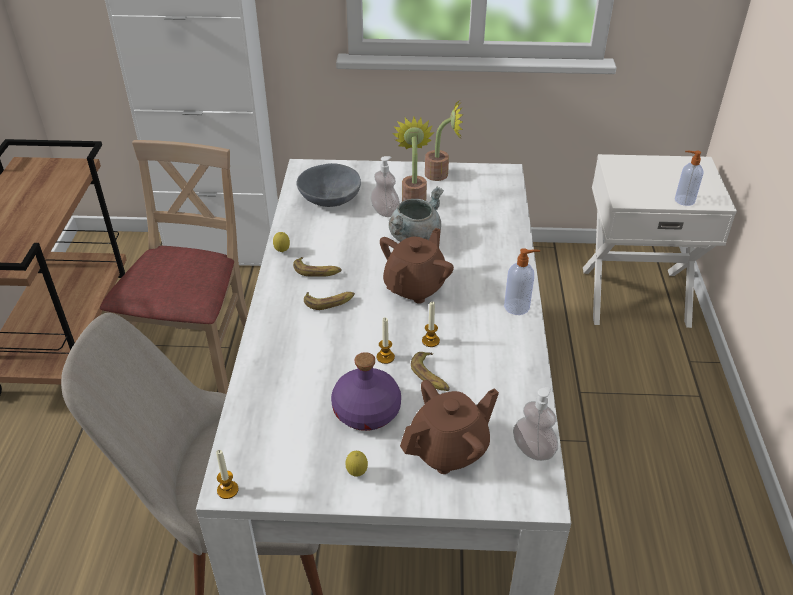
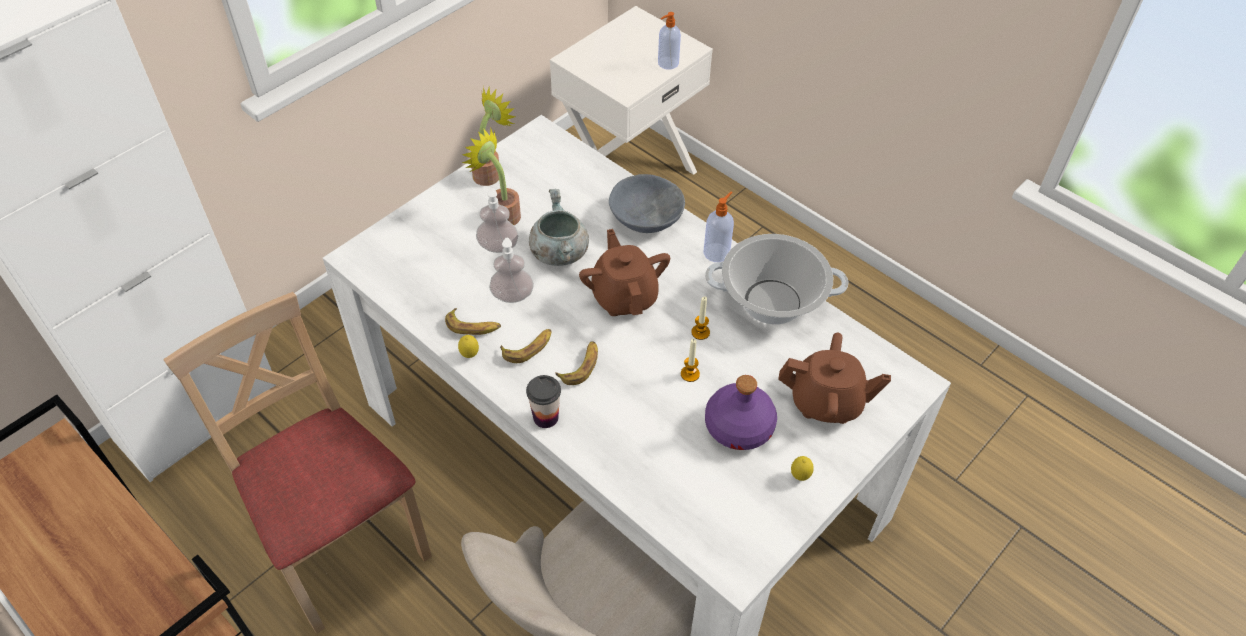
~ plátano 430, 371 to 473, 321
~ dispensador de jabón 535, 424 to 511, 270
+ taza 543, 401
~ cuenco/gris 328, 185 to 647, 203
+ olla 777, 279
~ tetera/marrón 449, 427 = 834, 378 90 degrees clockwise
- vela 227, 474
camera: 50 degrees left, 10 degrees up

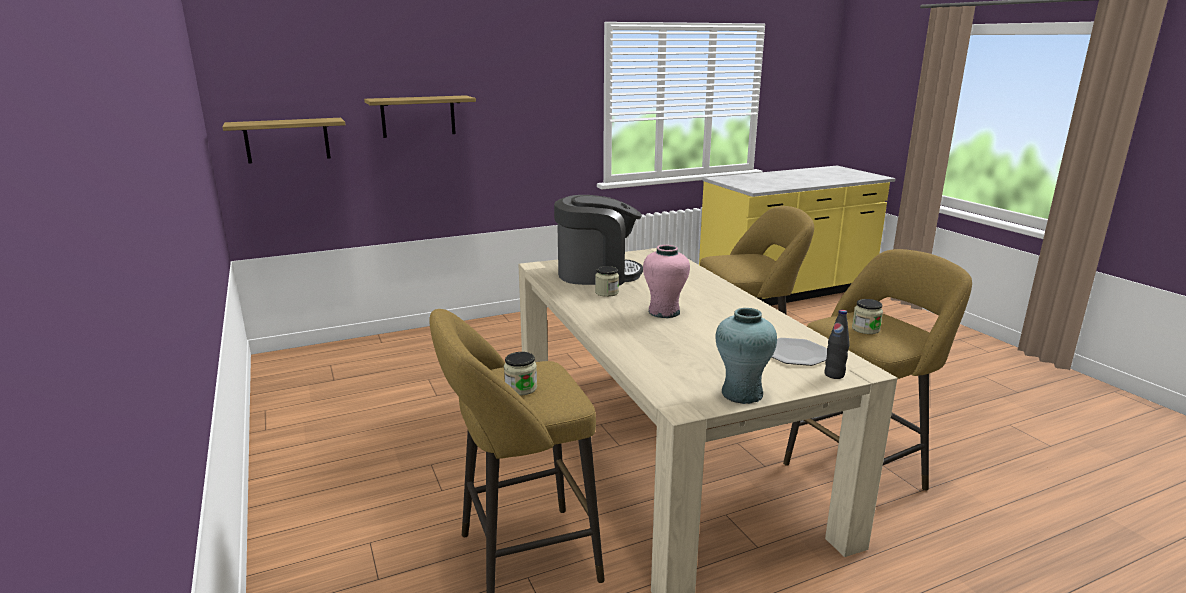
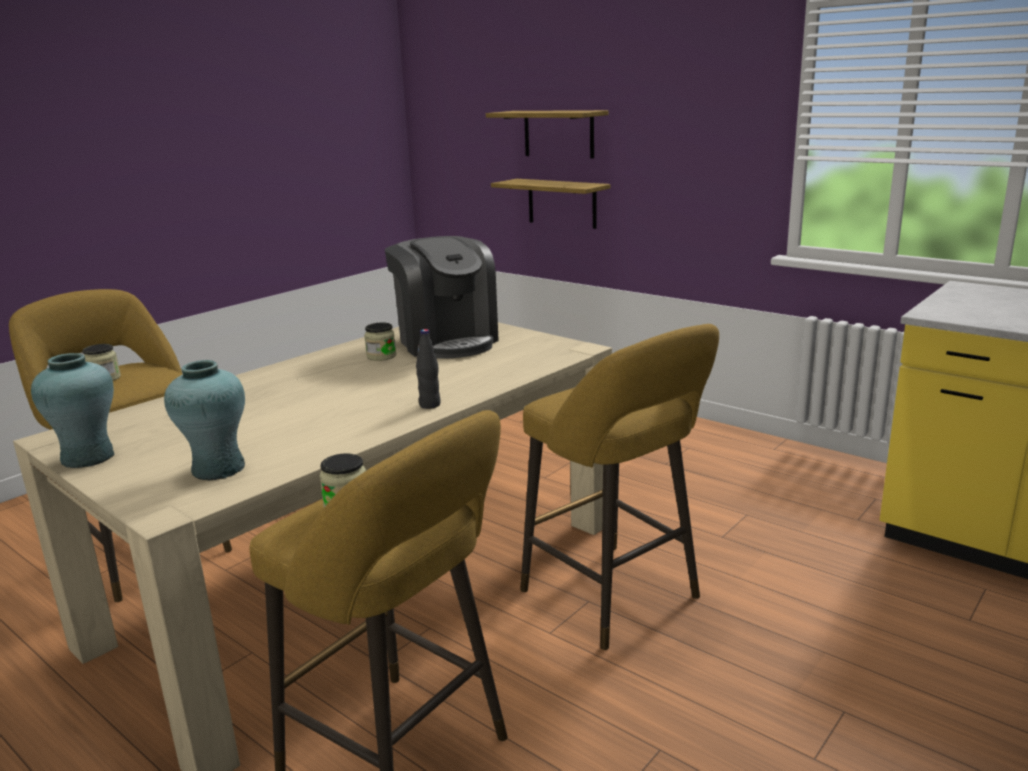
~ plato 799, 352 to florero/turquesa 204, 420
~ botella/negro 837, 344 to 428, 369
~ estante 284, 141 to 551, 204
- florero/rosa 666, 281
camera: 65 degrees right, 0 degrees up

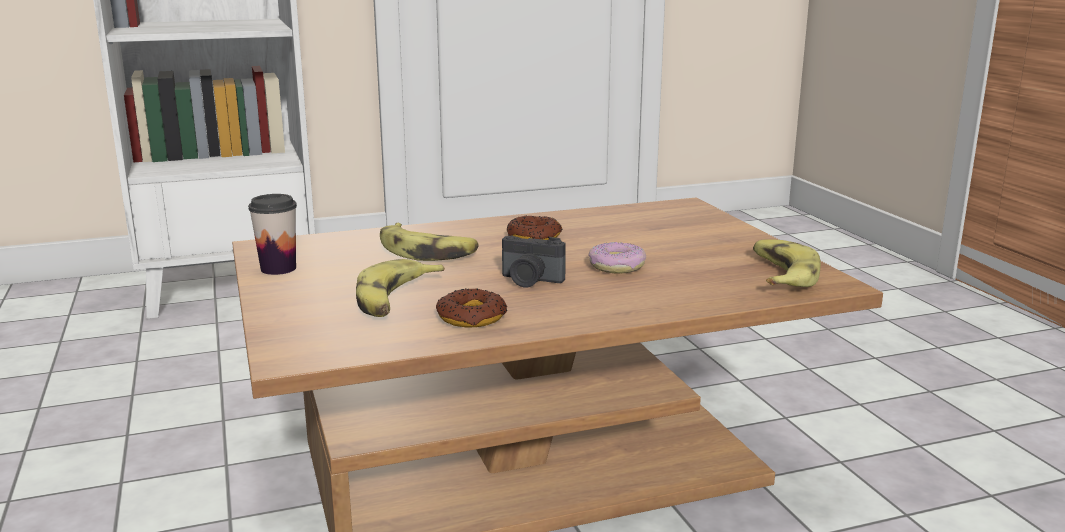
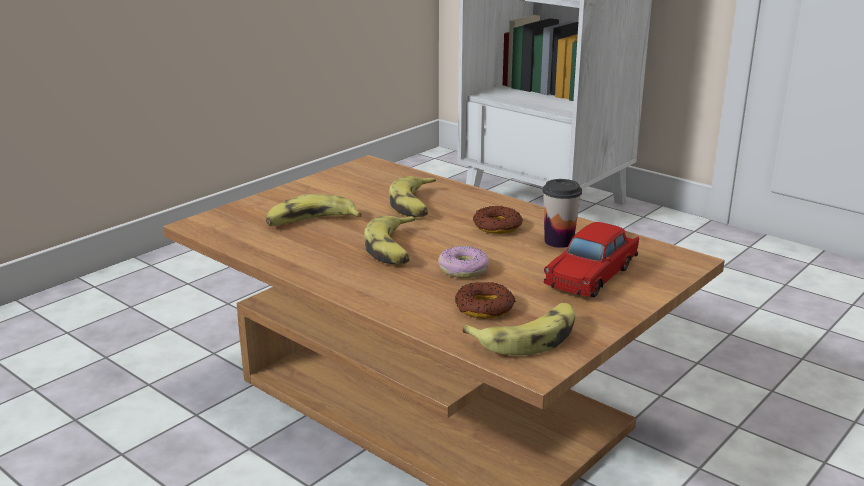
~ cámara 534, 261 to plátano 389, 240
~ rosquilla 471, 308 to 485, 300
~ taza 272, 234 to 562, 213
+ coche de juguete/rojo 591, 259
camera: 60 degrees right, 5 degrees up

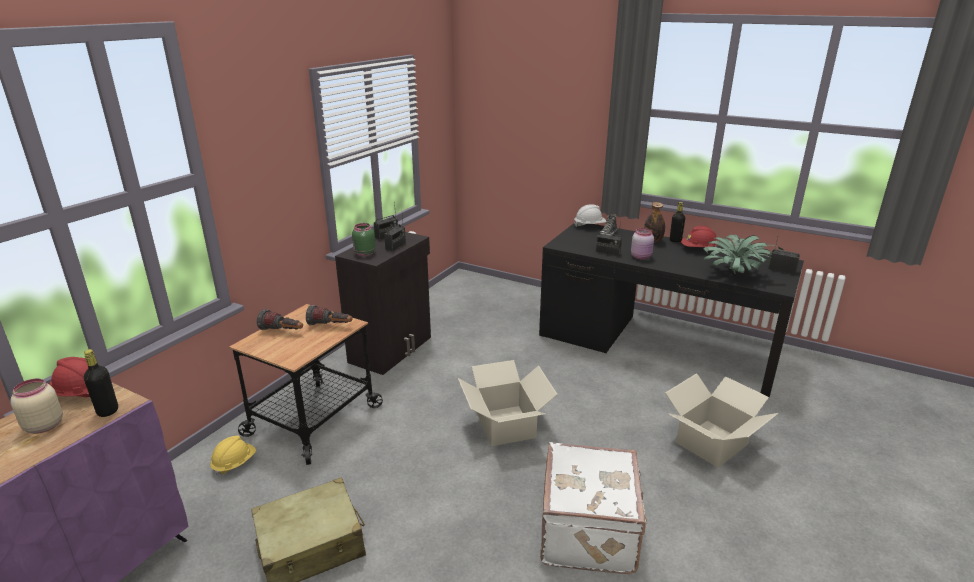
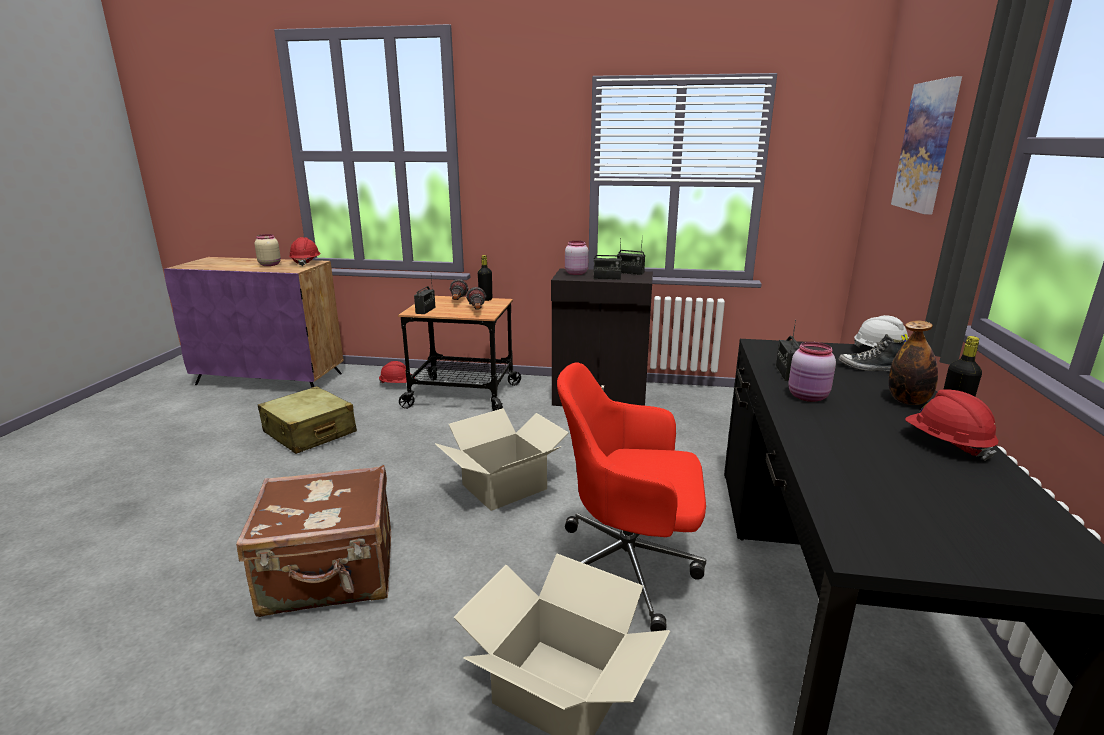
~ maleta/blanco 593, 508 to maleta/marrón 313, 541
~ casco/amarillo 233, 456 to casco/rojo 397, 372
~ radio 784, 253 to 424, 295
~ botella/negro 101, 383 to 485, 278
+ silla de oficina/rojo 631, 497
~ tarro/verde 364, 239 to tarro/rosa 577, 258
+ cuadro 926, 145
- planta en maceta 744, 254
camera: 70 degrees right, 5 degrees down

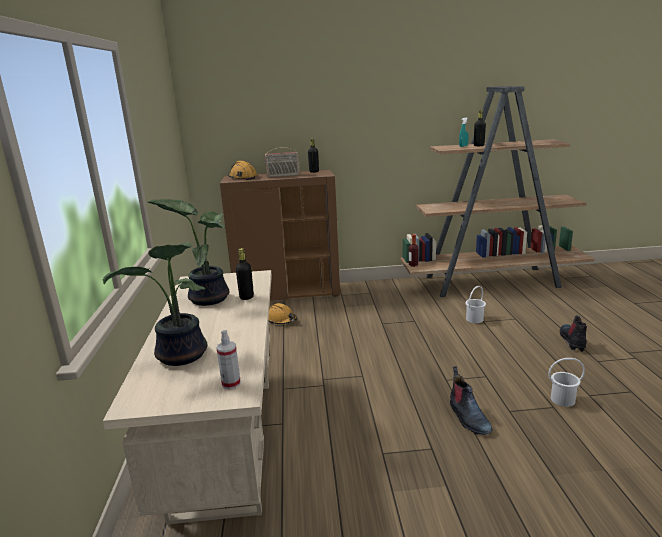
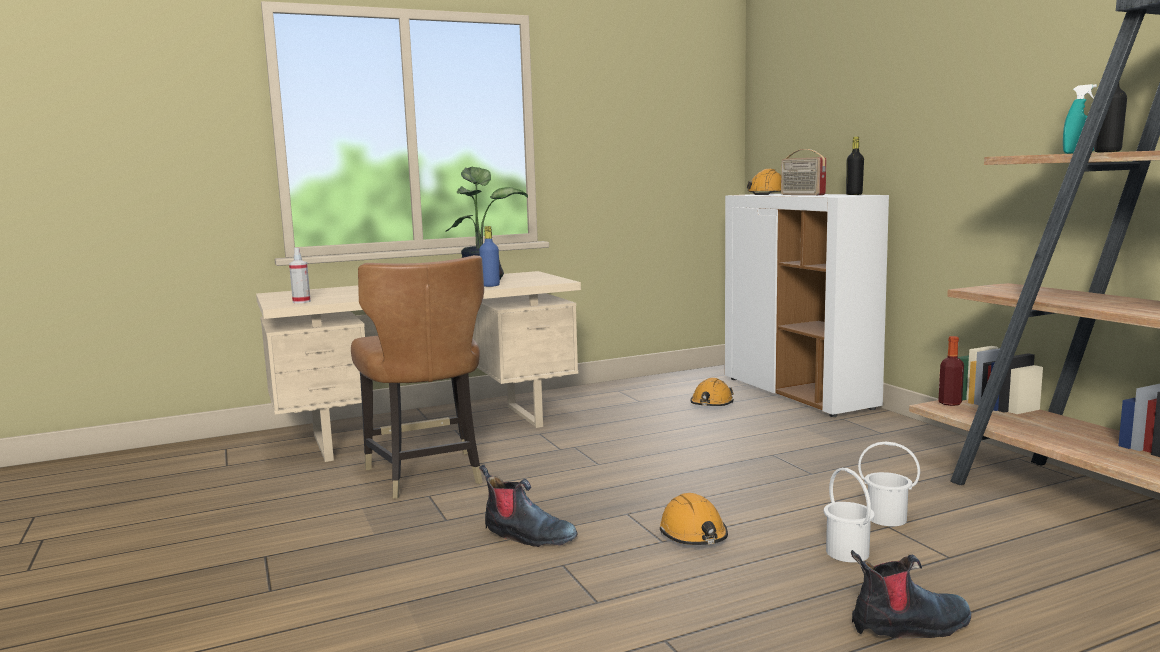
+ silla/marrón 417, 377
~ botella/negro 245, 274 to botella/azul 489, 256
~ bota 471, 400 = 528, 506 120 degrees counterclockwise
+ casco/naranja 694, 519
~ armario/marrón 280, 235 to armario/blanco 807, 305
~ cubo/blanco 566, 382 to 849, 515
- planta en maceta 155, 303
camera: 70 degrees right, 10 degrees down

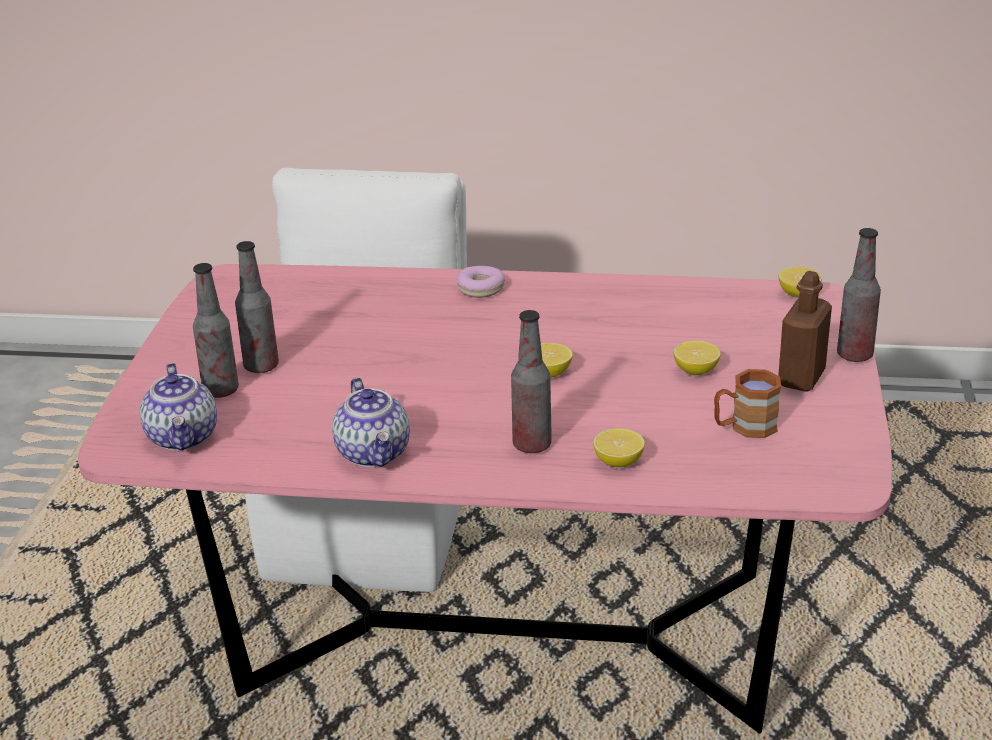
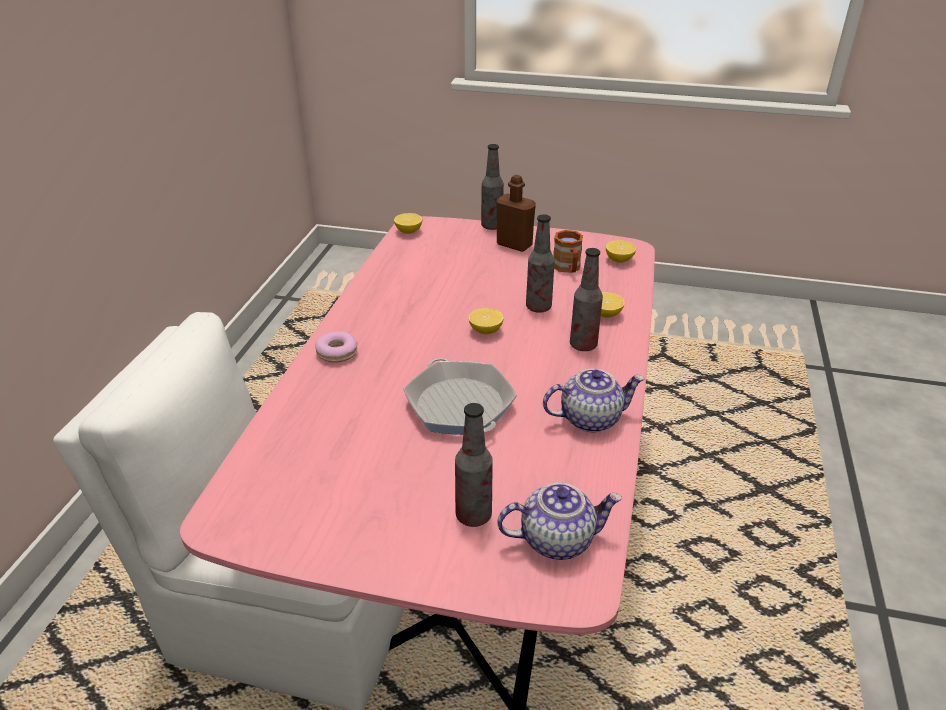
+ sartén 460, 396
~ botella 257, 307 to 540, 263
~ limón 697, 358 to 621, 251
camera: 85 degrees left, 5 degrees up

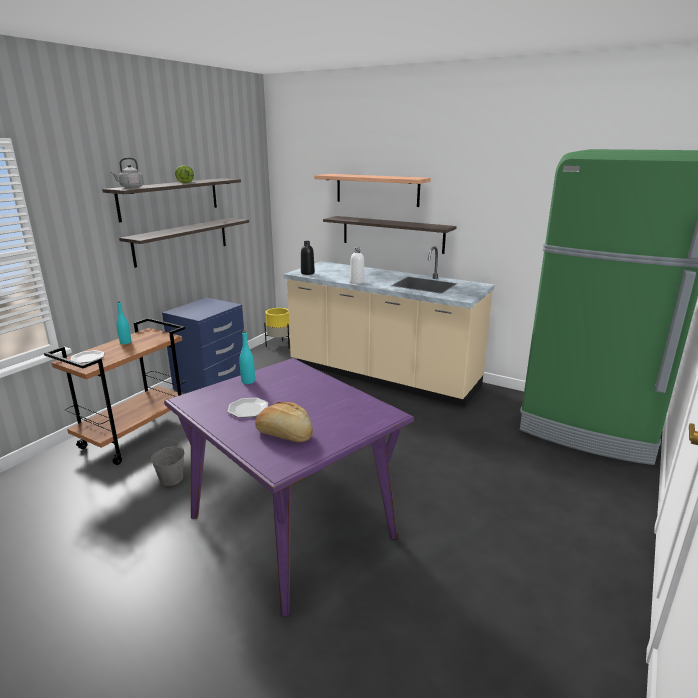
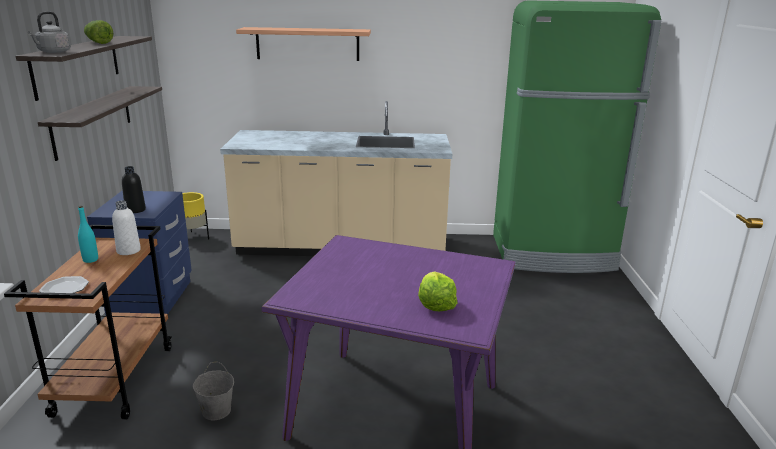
~ botella/blanco 357, 266 to 126, 227
~ botella/negro 308, 258 to 134, 189
~ pan 284, 422 to lechuga 437, 291
- plato 247, 408
- botella/turquesa 247, 357
- estante 390, 235
camera: 30 degrees left, 0 degrees up

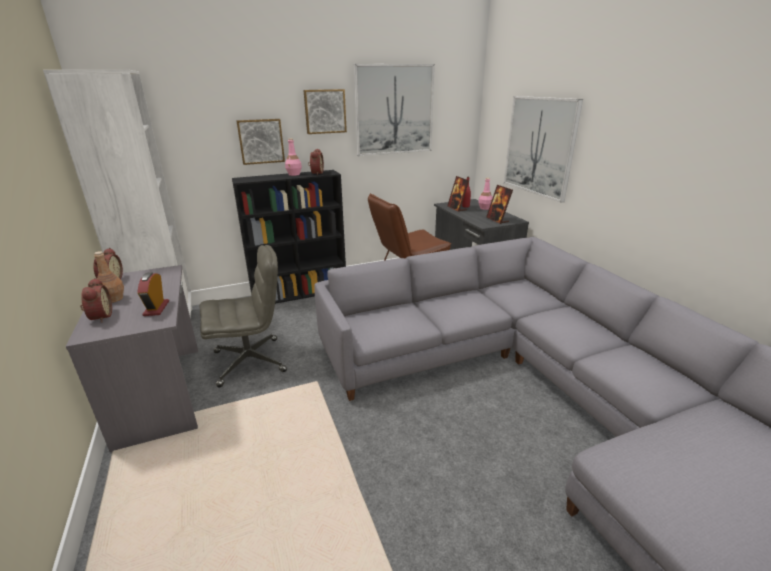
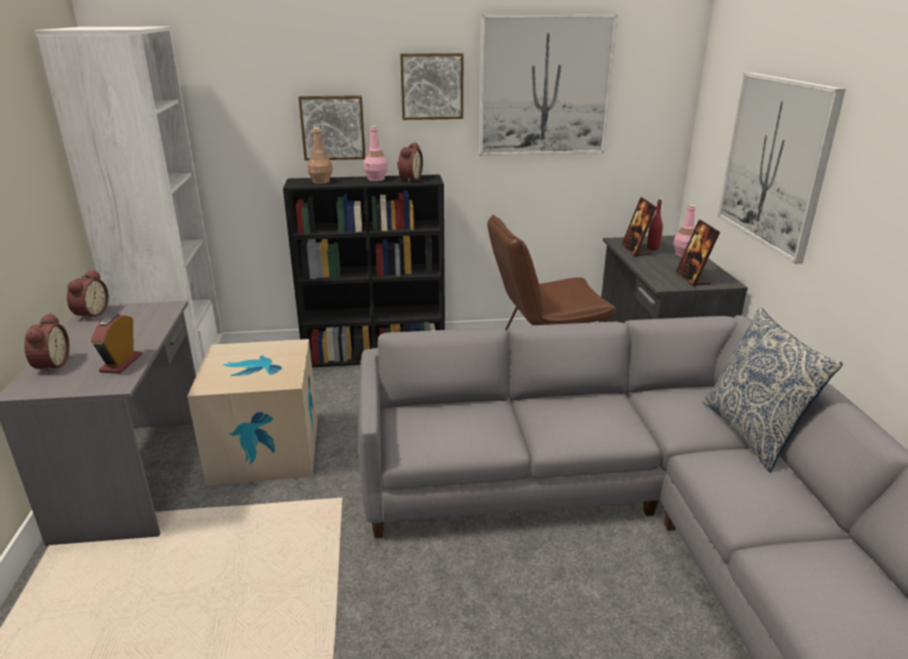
~ silla de oficina/gris 243, 316 to caja de cartón 252, 412
~ botella/marrón 109, 277 to 320, 155
+ cojín 773, 390
camera: 15 degrees right, 0 degrees up

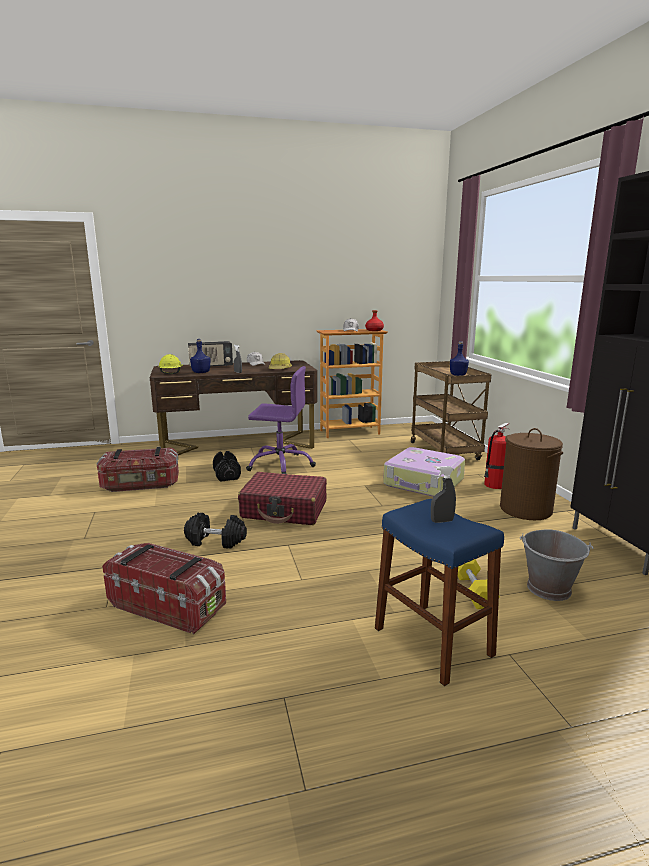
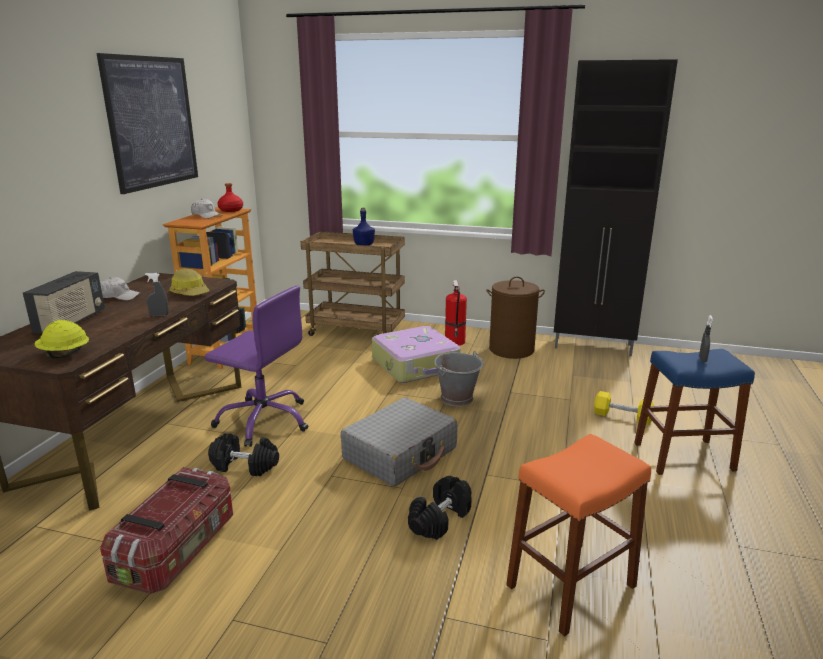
+ cuadro 147, 123
~ silla de oficina/morado 281, 420 = 256, 366 75 degrees clockwise
~ maleta/rojo 282, 498 to maleta/gris 399, 442
~ cubo/gris 557, 565 to 459, 379
~ caja de almacenaje 164, 588 to taburete/naranja 578, 535
- botella/azul 200, 356
camera: 60 degrees left, 5 degrees up

